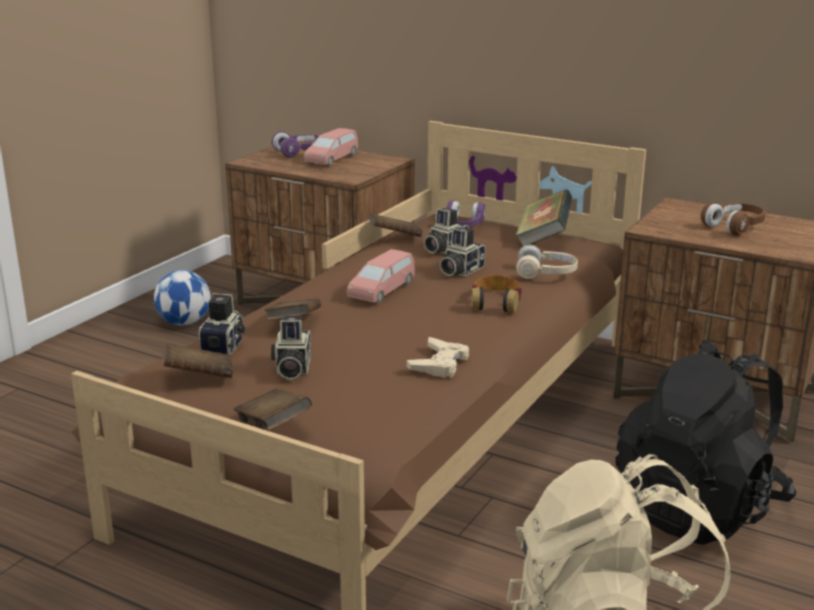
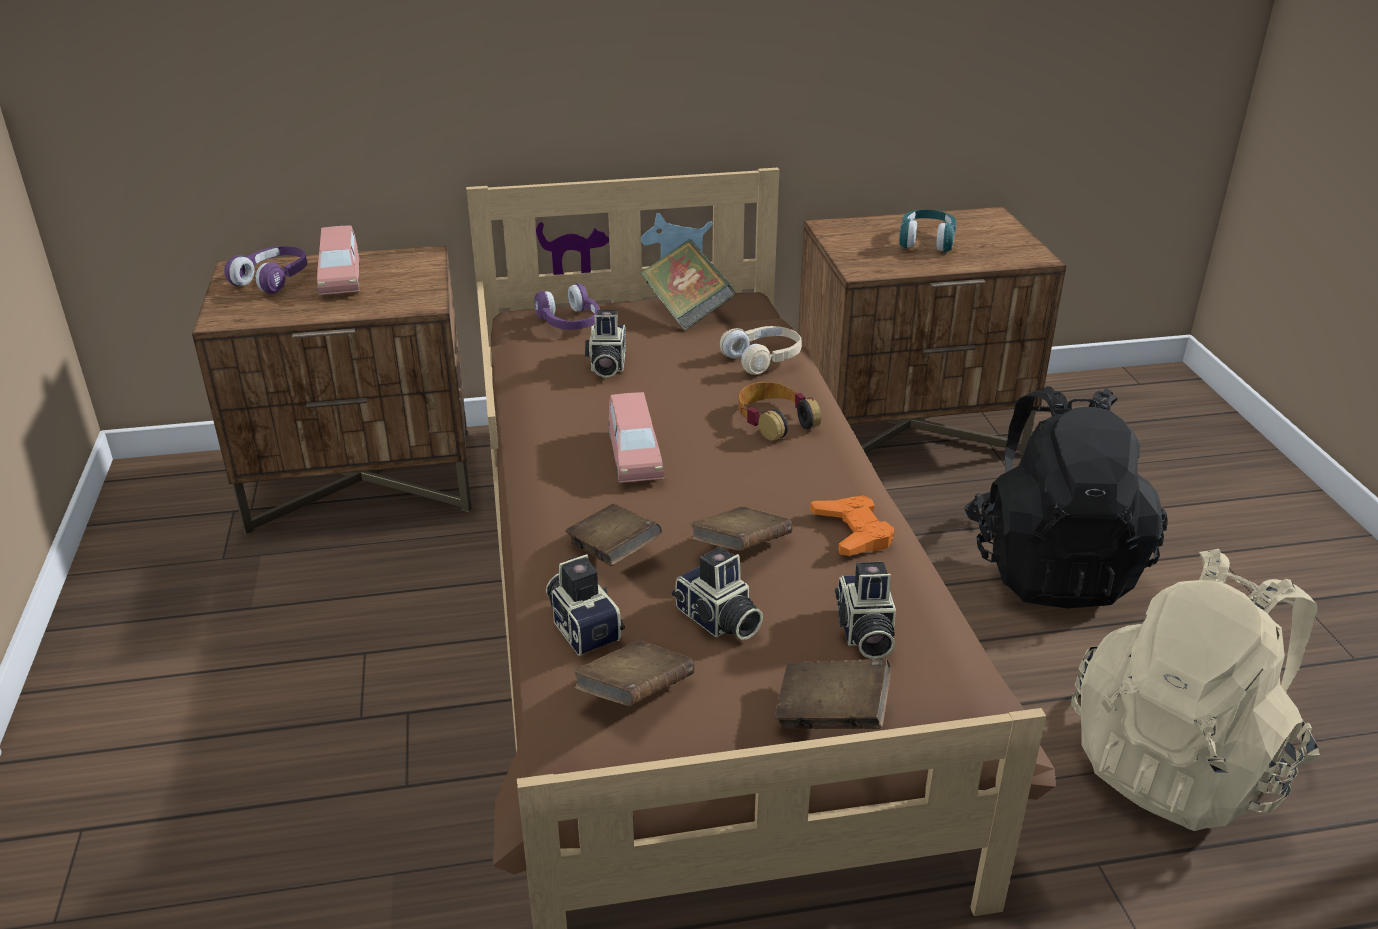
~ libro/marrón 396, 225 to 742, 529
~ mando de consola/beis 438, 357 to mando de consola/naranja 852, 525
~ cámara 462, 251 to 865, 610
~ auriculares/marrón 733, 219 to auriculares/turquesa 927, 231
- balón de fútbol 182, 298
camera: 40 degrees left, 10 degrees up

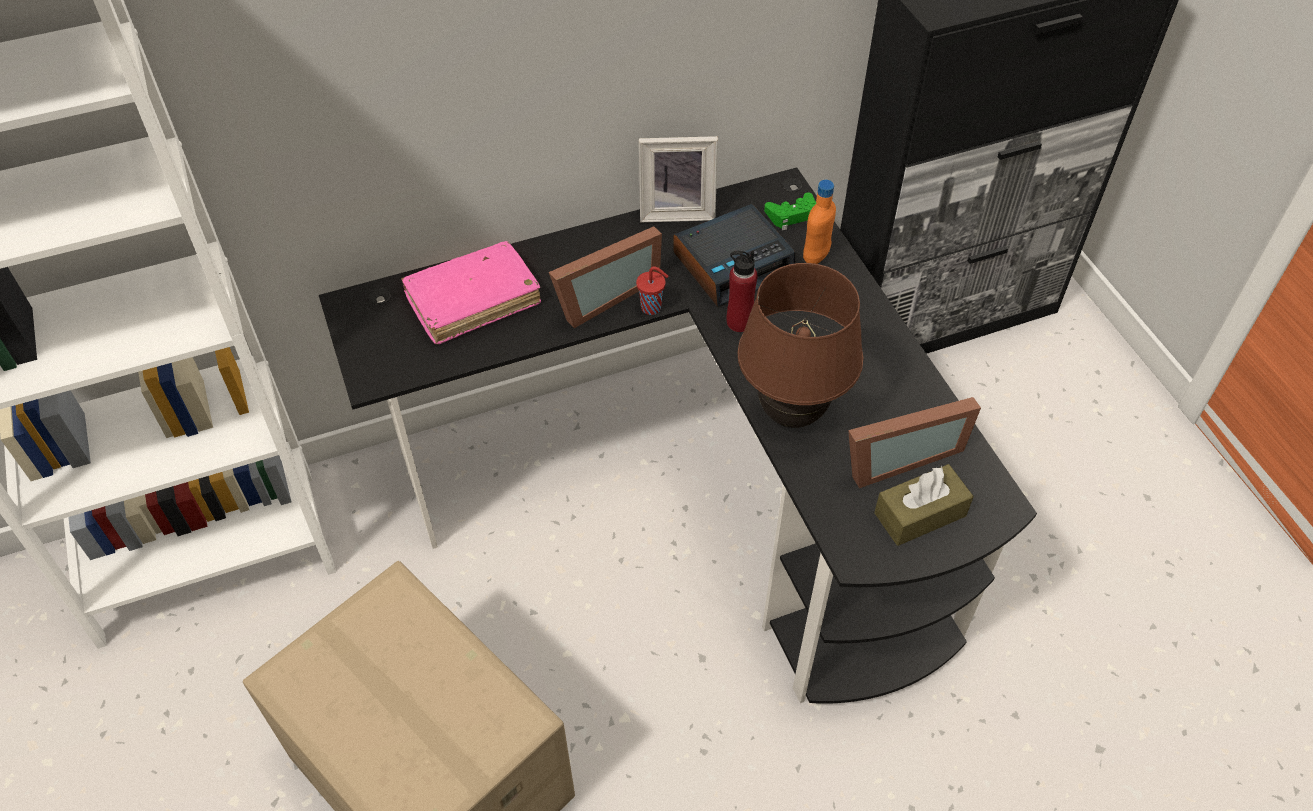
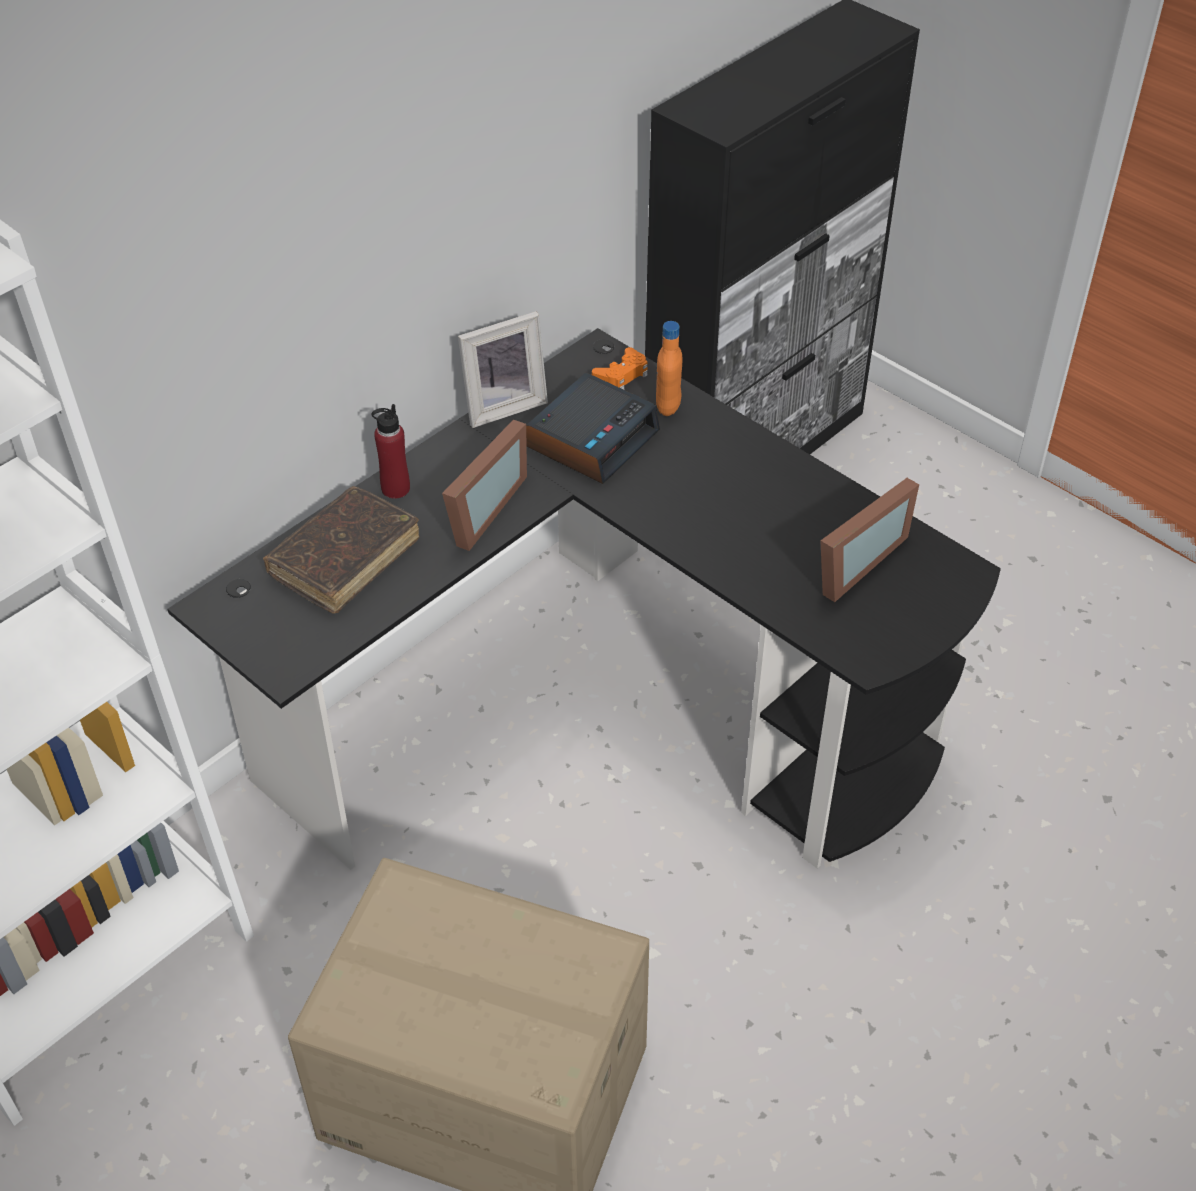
~ libro/rosa 471, 293 to libro/marrón 341, 550
~ botella/rojo 742, 291 to 391, 451
~ mando de consola/verde 790, 211 to mando de consola/naranja 620, 368
- taza/rojo 652, 290
- lámpara de mesa/marrón 800, 345
- caja de pañuelos/marrón 924, 505
camera: 25 degrees left, 5 degrees down

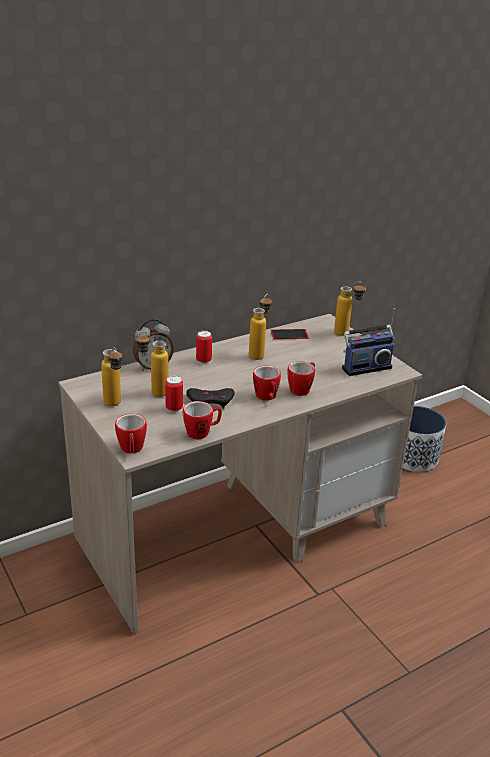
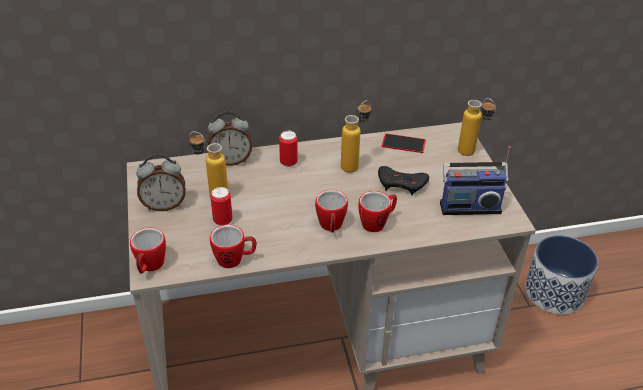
~ botella 111, 376 to despertador 161, 182
~ mando de consola/negro 210, 398 to 403, 180
camera: 20 degrees right, 10 degrees up

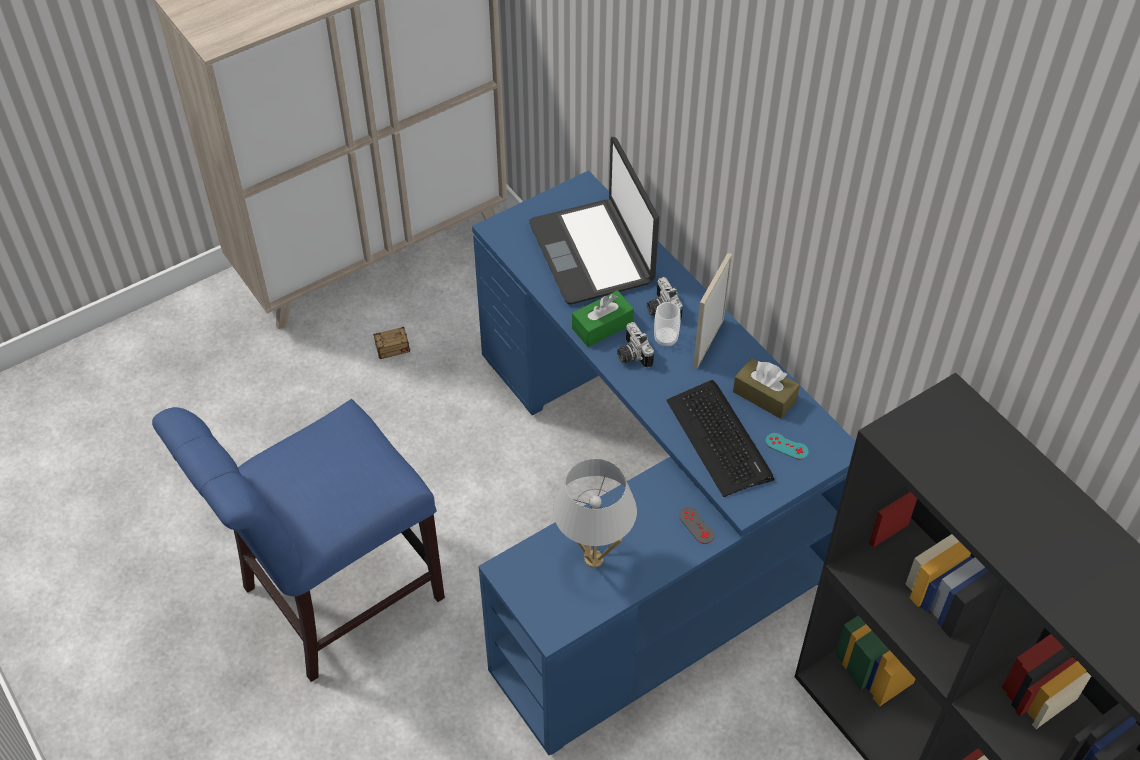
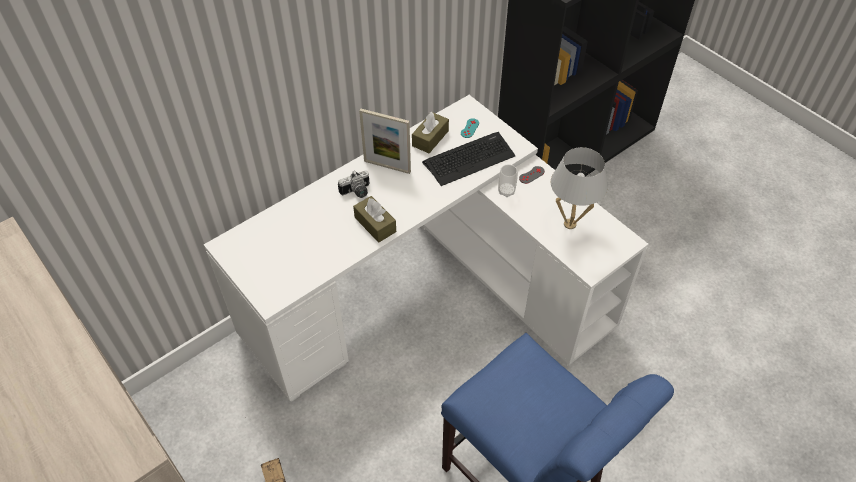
~ escritorio/azul 664, 463 to escritorio/blanco 426, 248
~ caja de pañuelos/verde 603, 319 to caja de pañuelos/marrón 374, 219
~ taza 667, 324 to 508, 180
- portátil 594, 220
- cámara 635, 345
camera: 95 degrees left, 0 degrees up

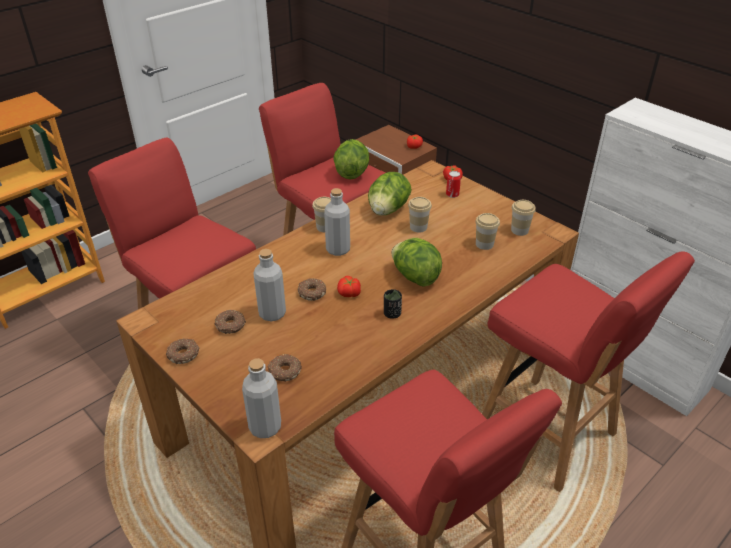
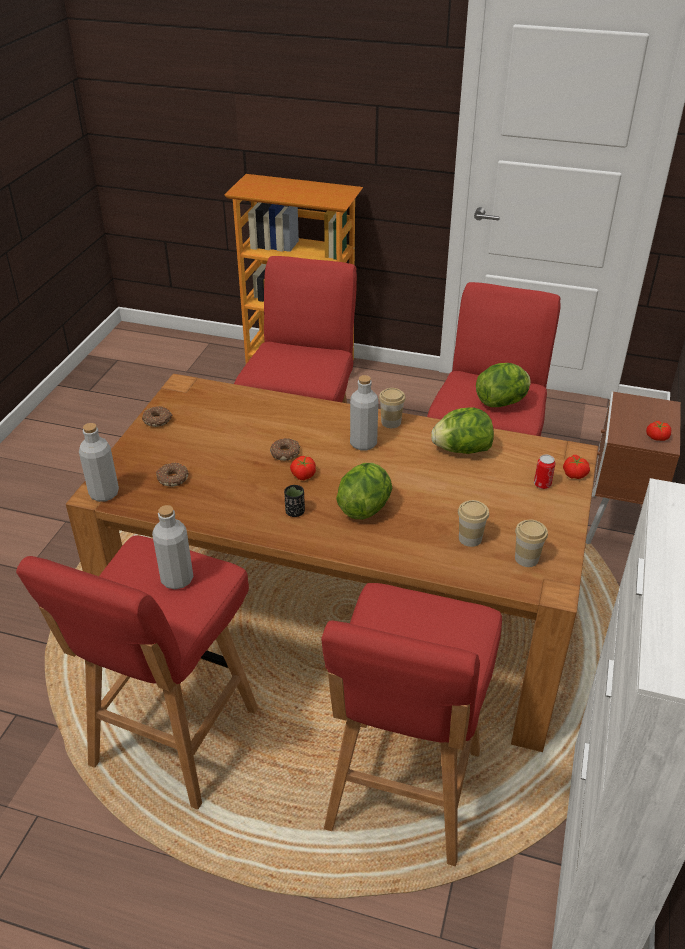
~ botella/gris 269, 285 to 172, 547
- rosquilla 230, 321
- taza 420, 215
camera: 60 degrees right, 0 degrees up

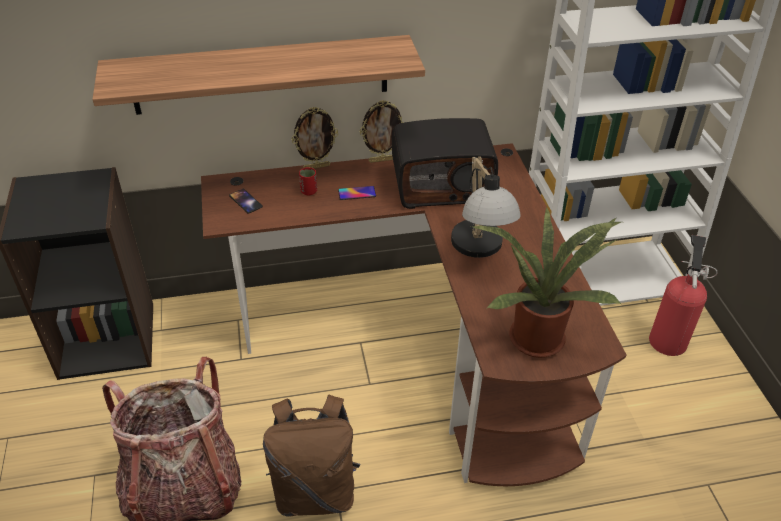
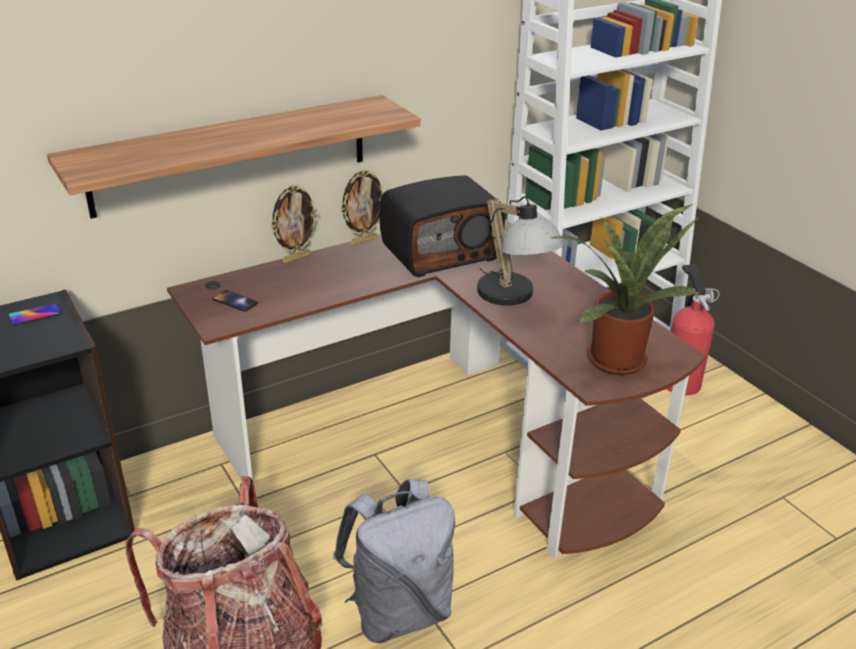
~ móvil 357, 193 to 34, 314
~ mochila/marrón 312, 456 to mochila/gris 394, 561
- taza/rojo 308, 181
camera: 20 degrees left, 10 degrees down

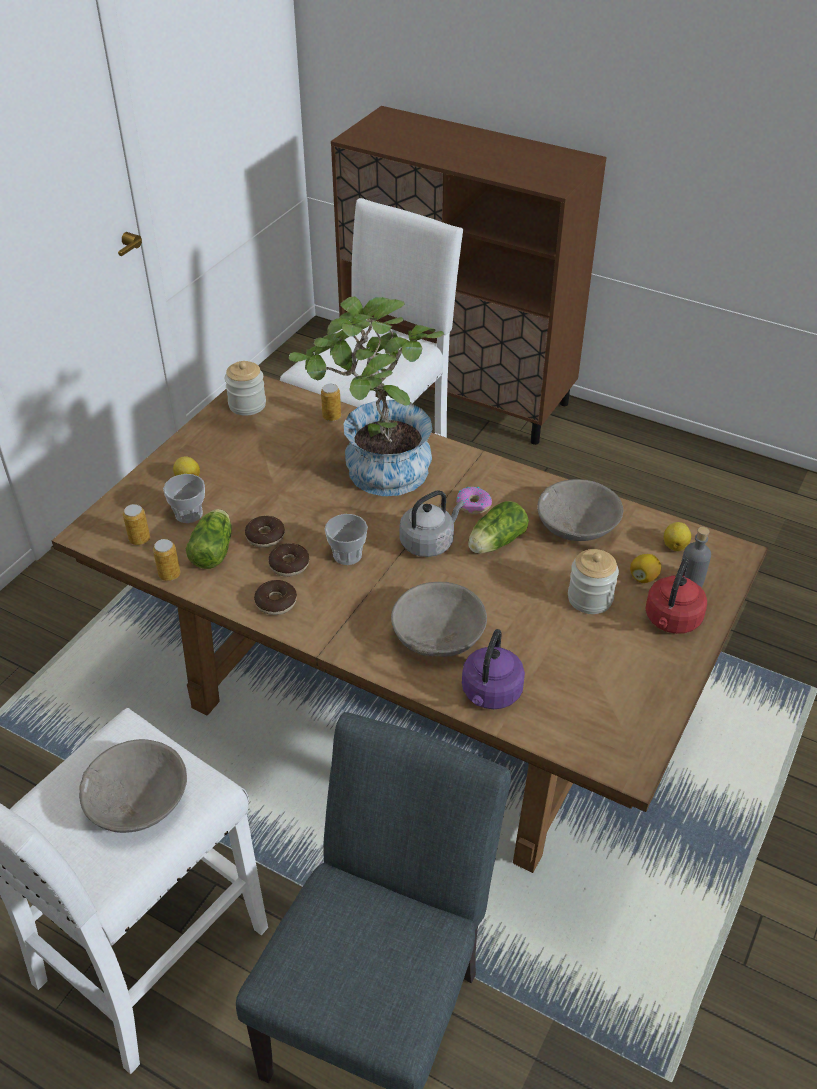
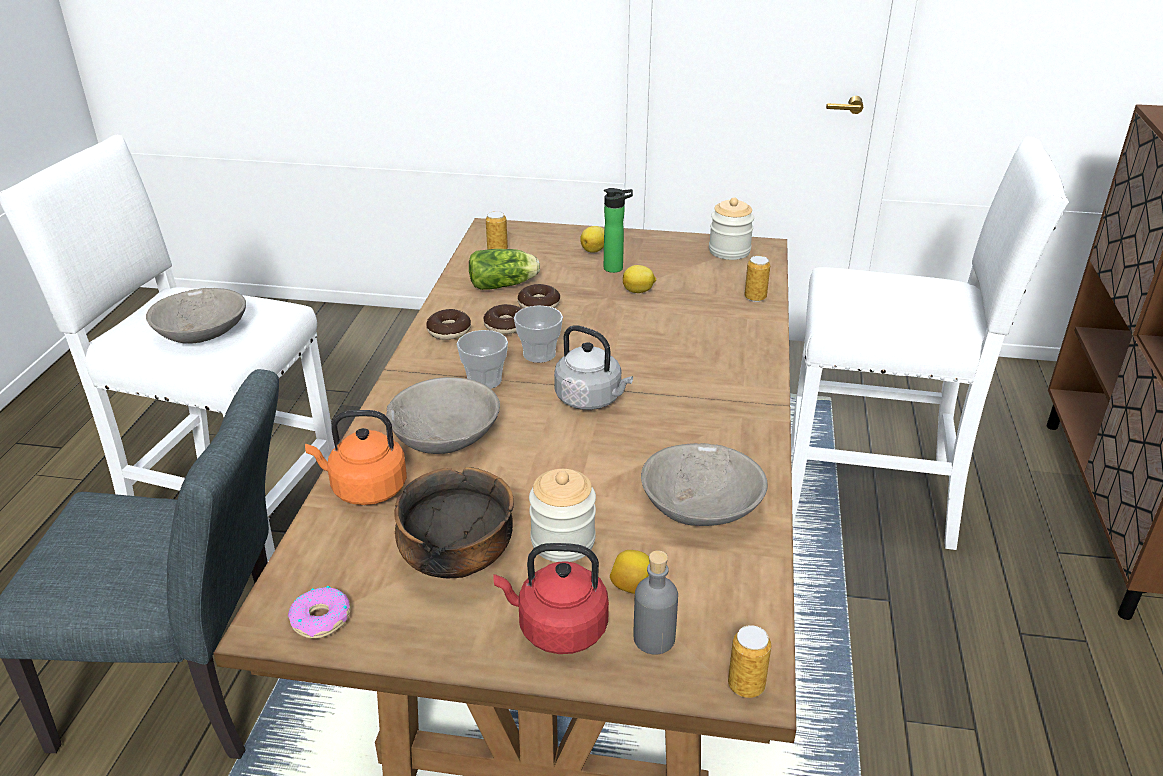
~ rosquilla 474, 500 to 319, 612
~ hervidor/morado 493, 669 to hervidor/naranja 356, 457
+ cuenco 454, 522
~ taza 184, 498 to 482, 359
+ botella 618, 230
~ limón 677, 536 to 639, 279
~ lata 166, 560 to 749, 661
- planta en maceta 366, 396
- lechuga 498, 527
camera: 70 degrees right, 10 degrees down

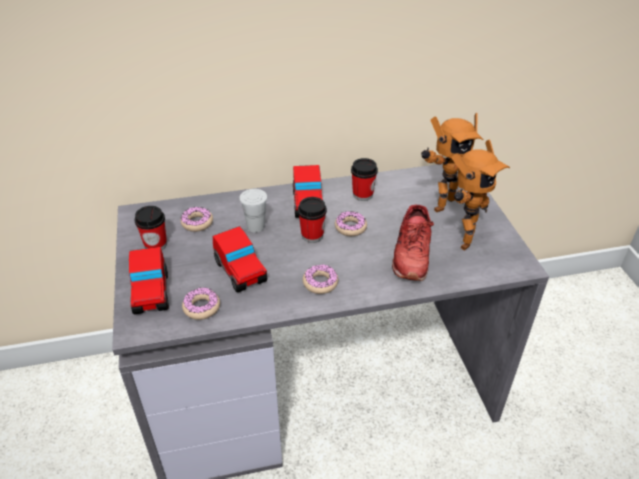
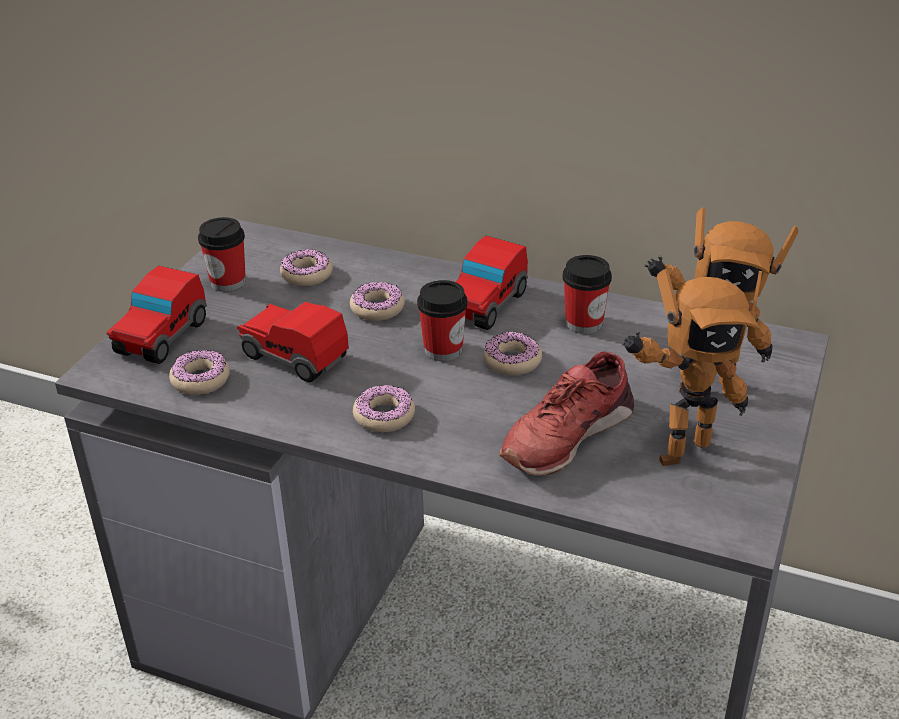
~ coche de juguete 240, 259 = 293, 342 120 degrees clockwise
~ taza/blanco 253, 211 to rosquilla 377, 301
camera: 35 degrees right, 5 degrees down

